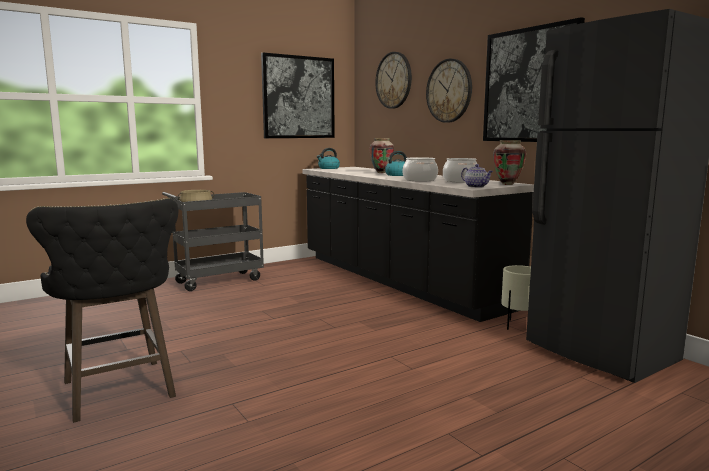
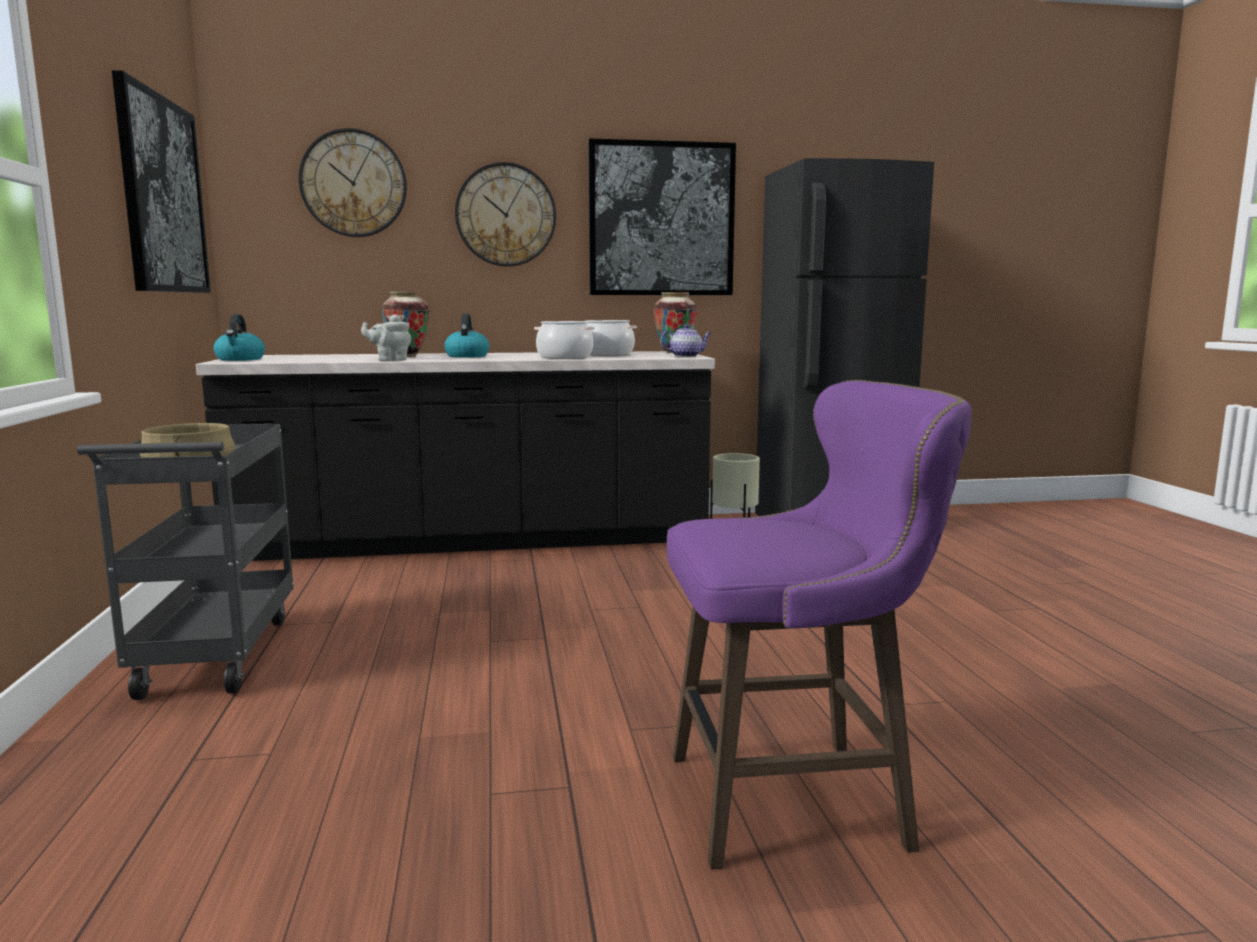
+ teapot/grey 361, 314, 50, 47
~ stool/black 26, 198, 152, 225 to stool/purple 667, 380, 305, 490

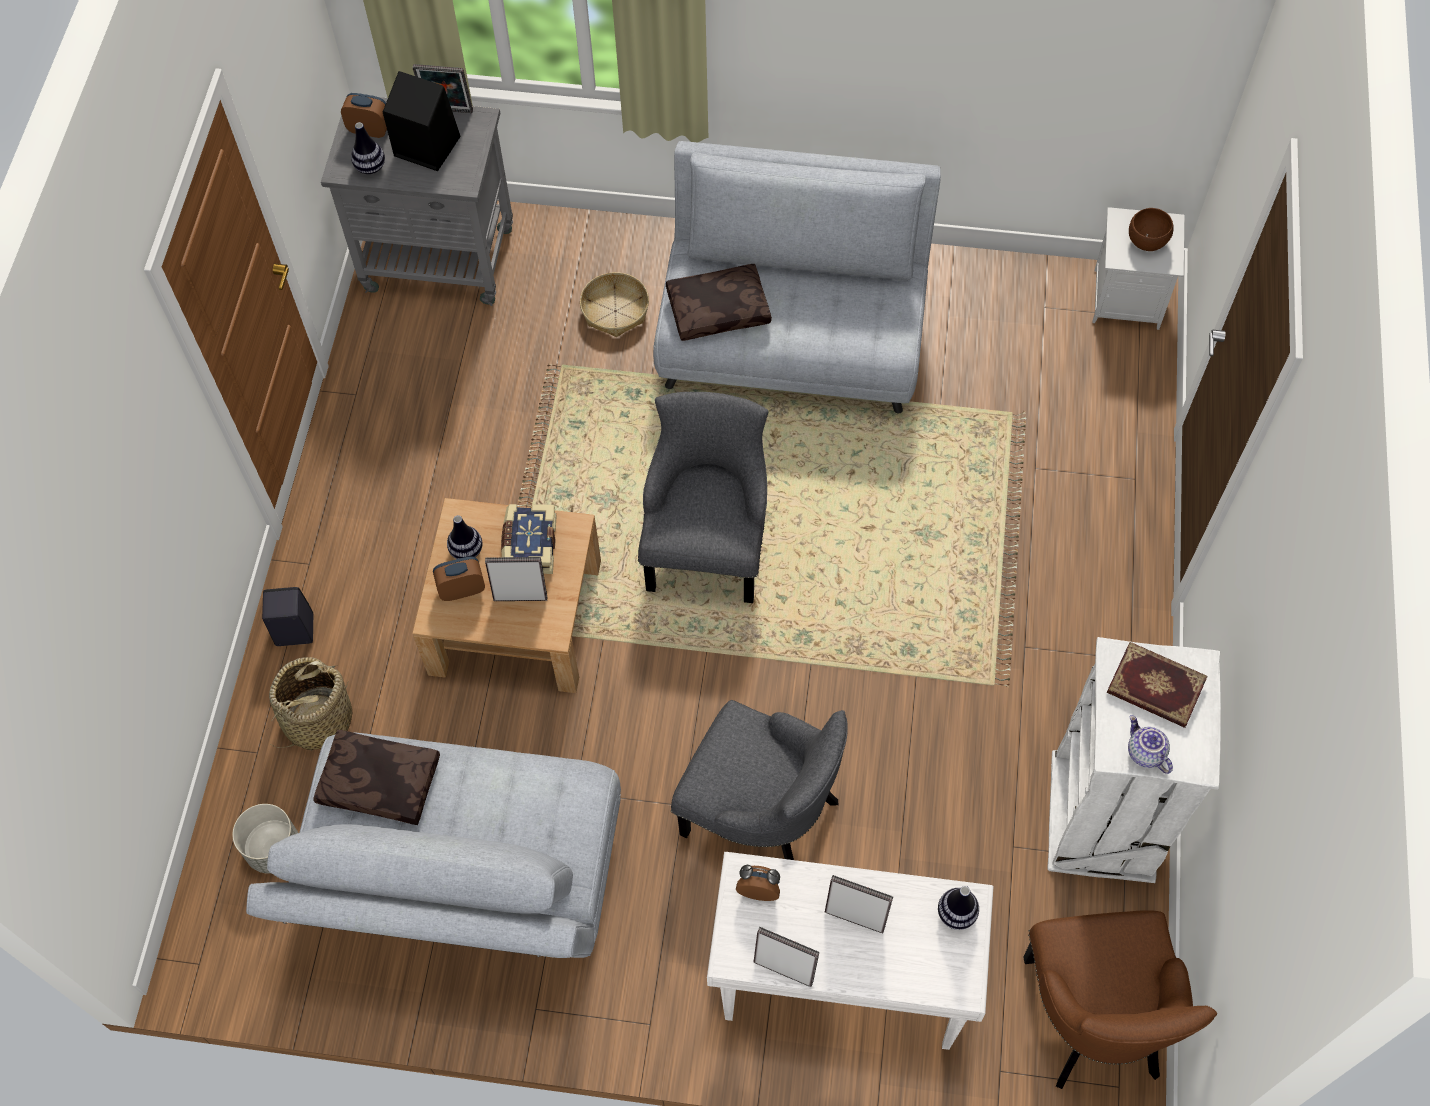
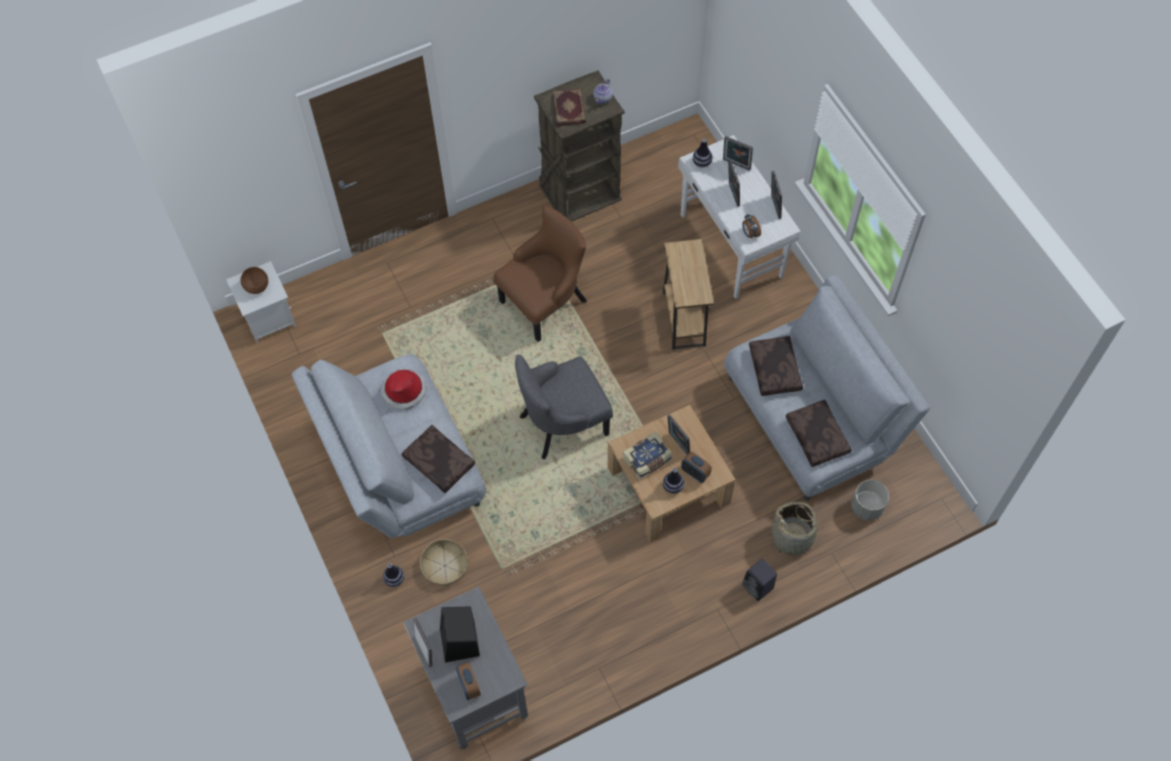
+ hat 381, 369, 46, 41
~ vase 351, 122, 34, 52 to 383, 563, 21, 24
~ armchair/brown 1023, 910, 194, 179 to 493, 206, 94, 136
~ bookcase/white 1048, 637, 173, 246 to bookcase/brown 534, 71, 91, 151
~ armchair/grey 671, 700, 177, 160 to side table/brown 663, 239, 51, 111
+ picture frame 723, 136, 30, 35
+ pillow/brown 749, 336, 54, 60

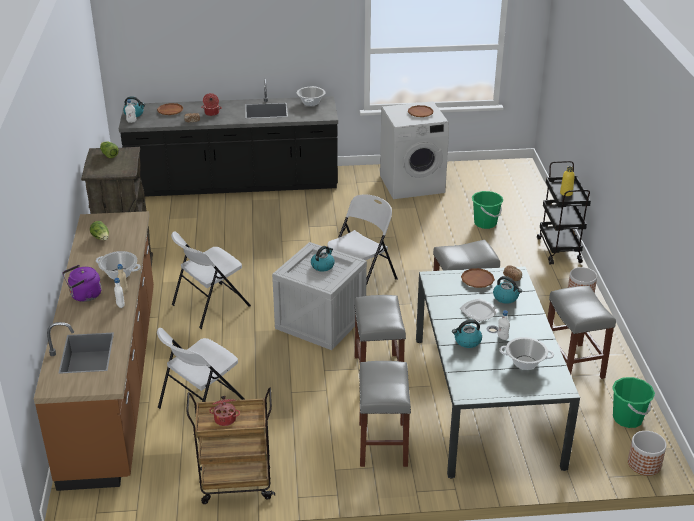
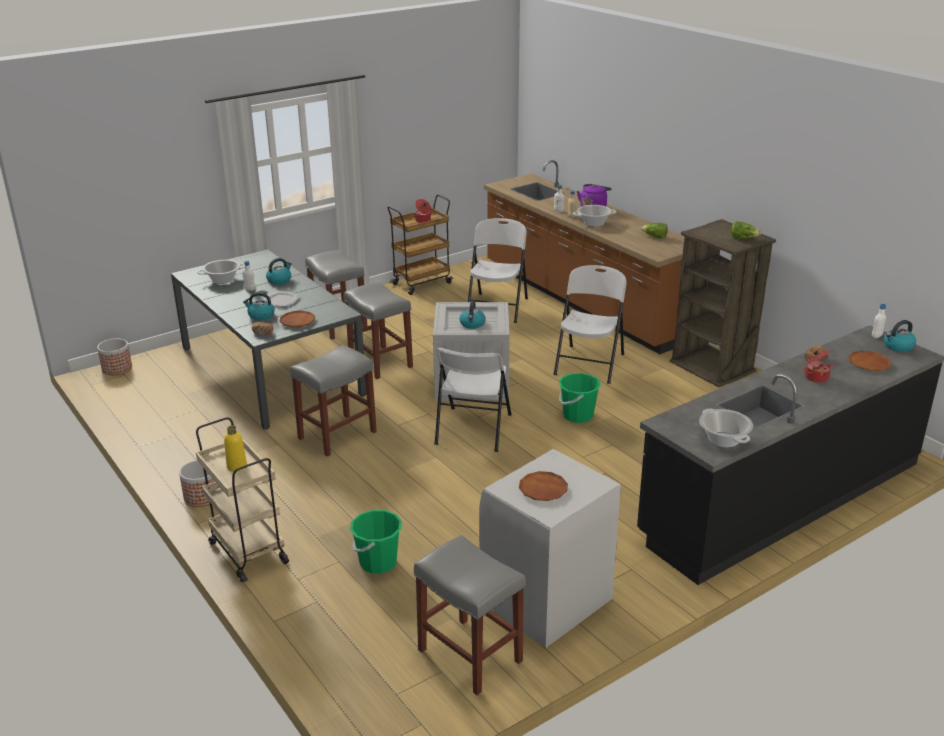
~ cart/black 537, 161, 54, 103 to cart/beige 196, 417, 93, 165
~ stool/grey 547, 286, 69, 93 to 414, 535, 112, 160
~ bucket/green 612, 377, 43, 51 to 559, 373, 42, 50

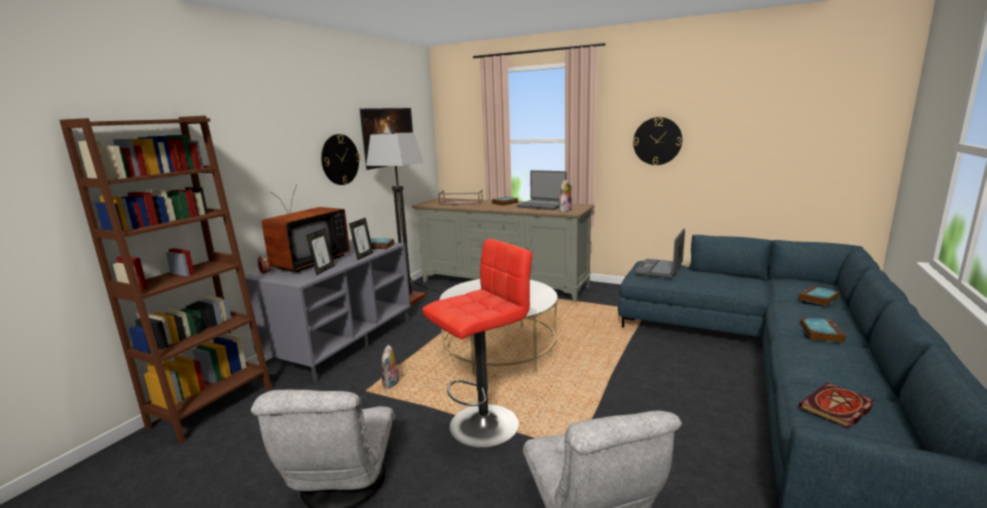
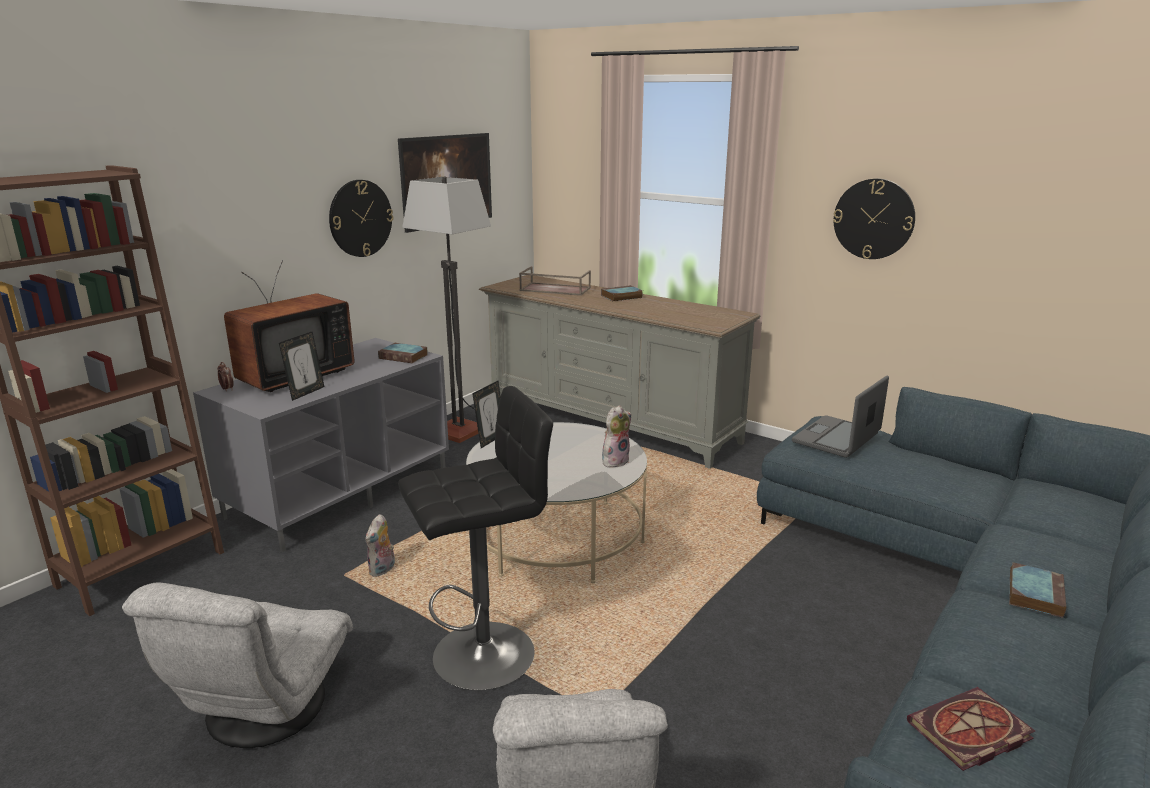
~ stool/red 422, 239, 110, 209 to stool/black 398, 386, 155, 304
~ picture frame 349, 218, 24, 42 to 472, 381, 29, 67
~ plush toy 558, 180, 14, 32 to 602, 405, 29, 62
- laptop 517, 170, 50, 40
- book 799, 286, 40, 20

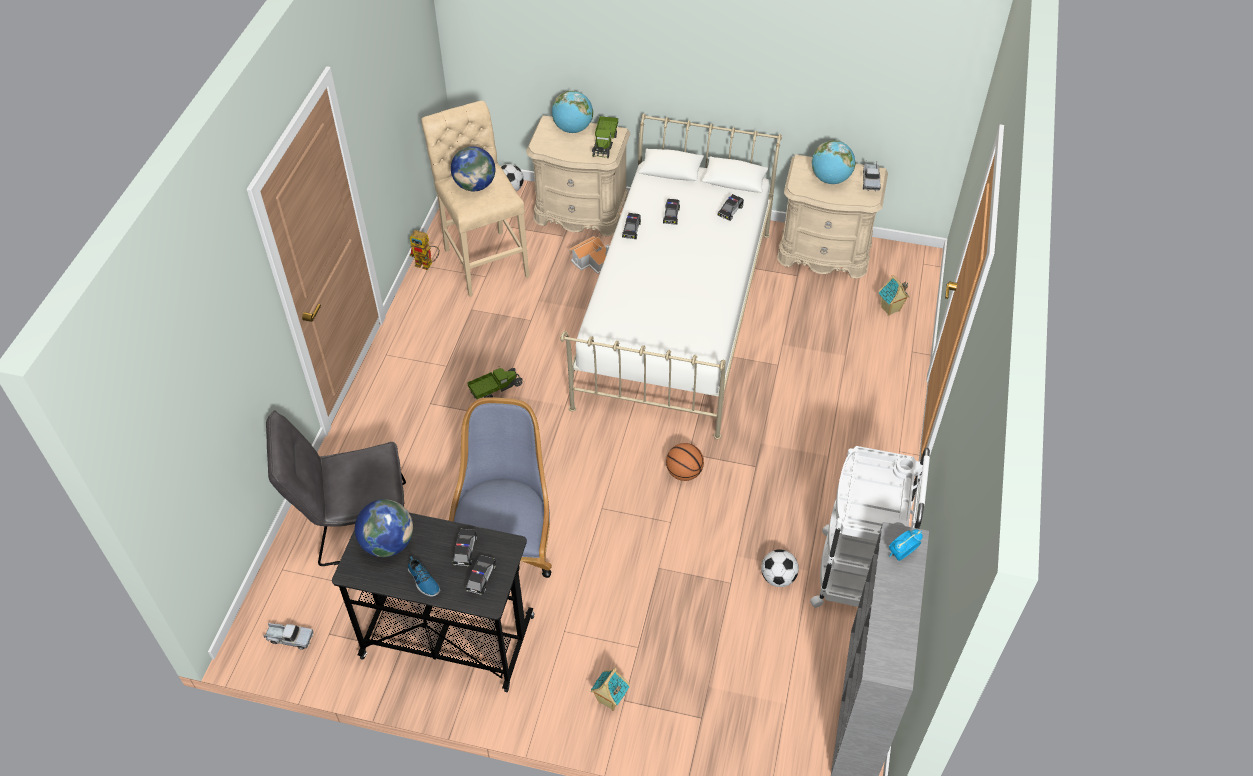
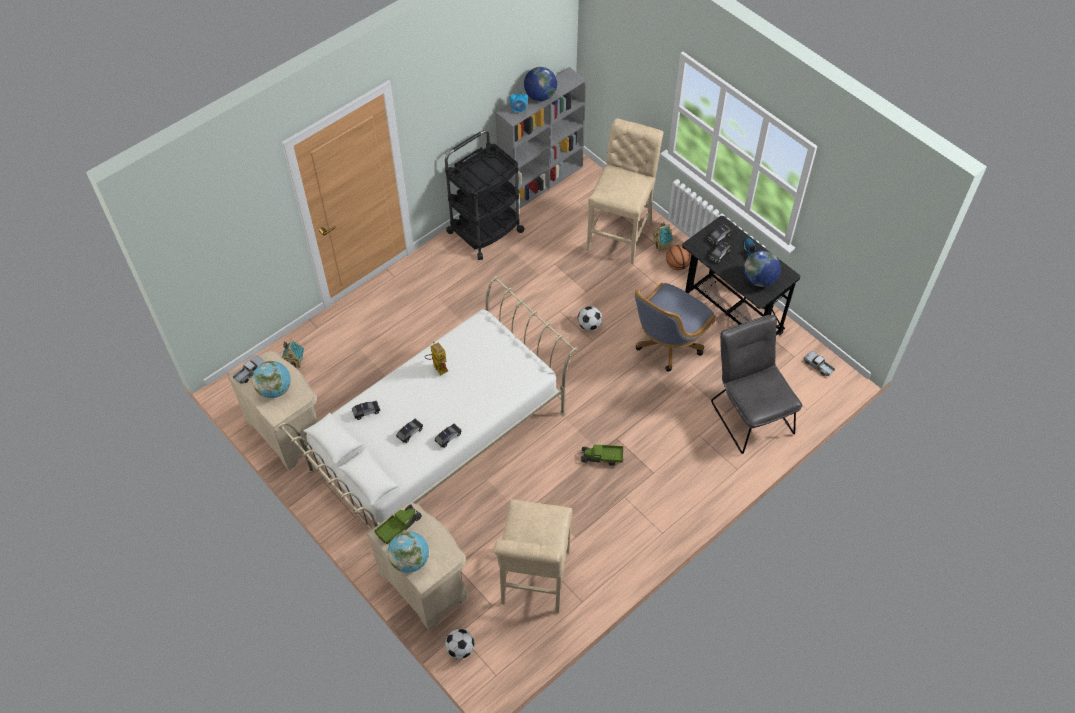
~ toy robot 410, 230, 30, 40 to 425, 341, 23, 34
~ cart/white 810, 446, 120, 162 to cart/black 445, 130, 80, 130
~ globe 451, 146, 44, 45 to 524, 67, 33, 34
~ football 761, 549, 38, 38 to 578, 306, 24, 25
+ stool/beige 587, 118, 76, 146
~ basketball 666, 443, 38, 38 to 666, 245, 25, 25
~ chair/grey 266, 410, 140, 156 = 711, 315, 91, 139 135 degrees counterclockwise
- toy house 569, 236, 40, 38

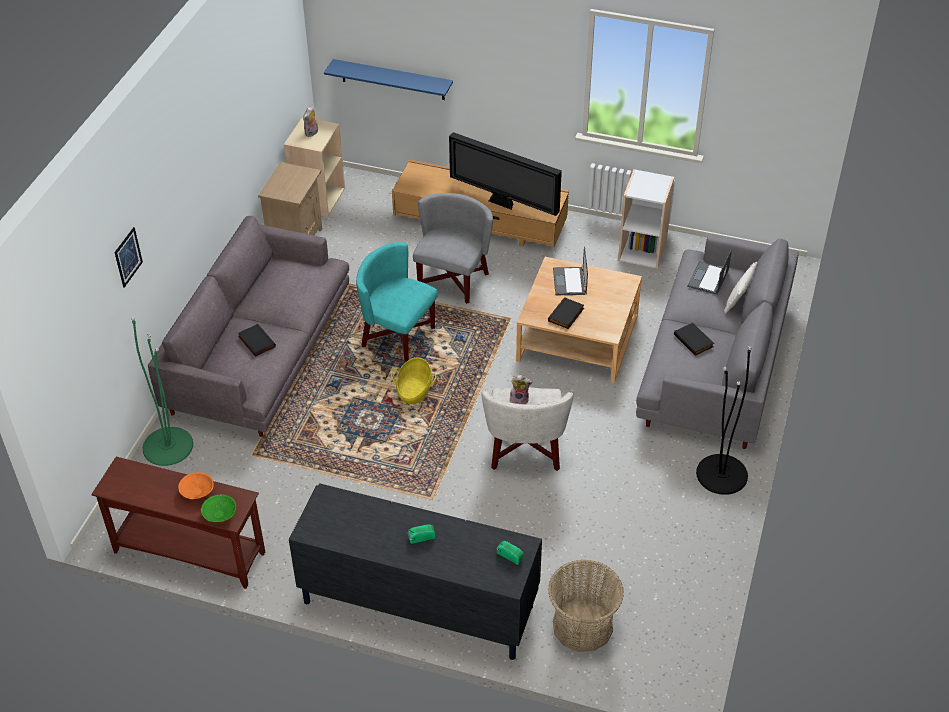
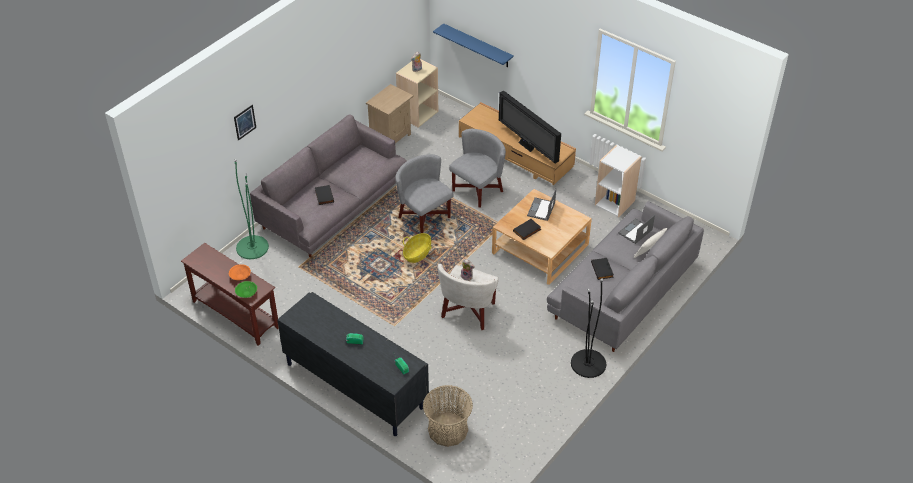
~ armchair/turquoise 356, 242, 82, 120 to armchair/grey 395, 154, 58, 79

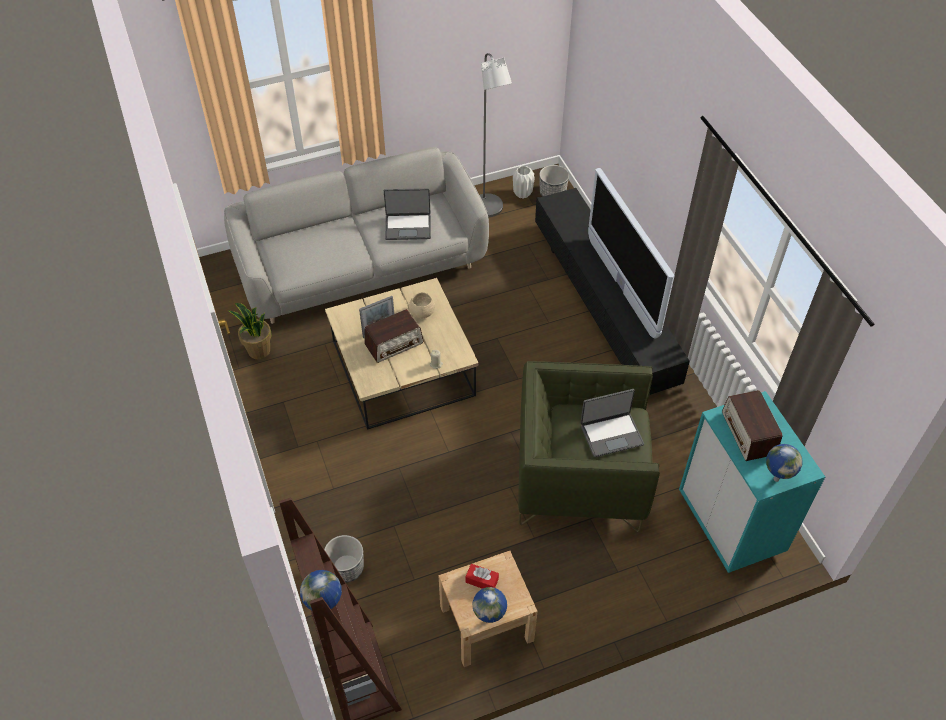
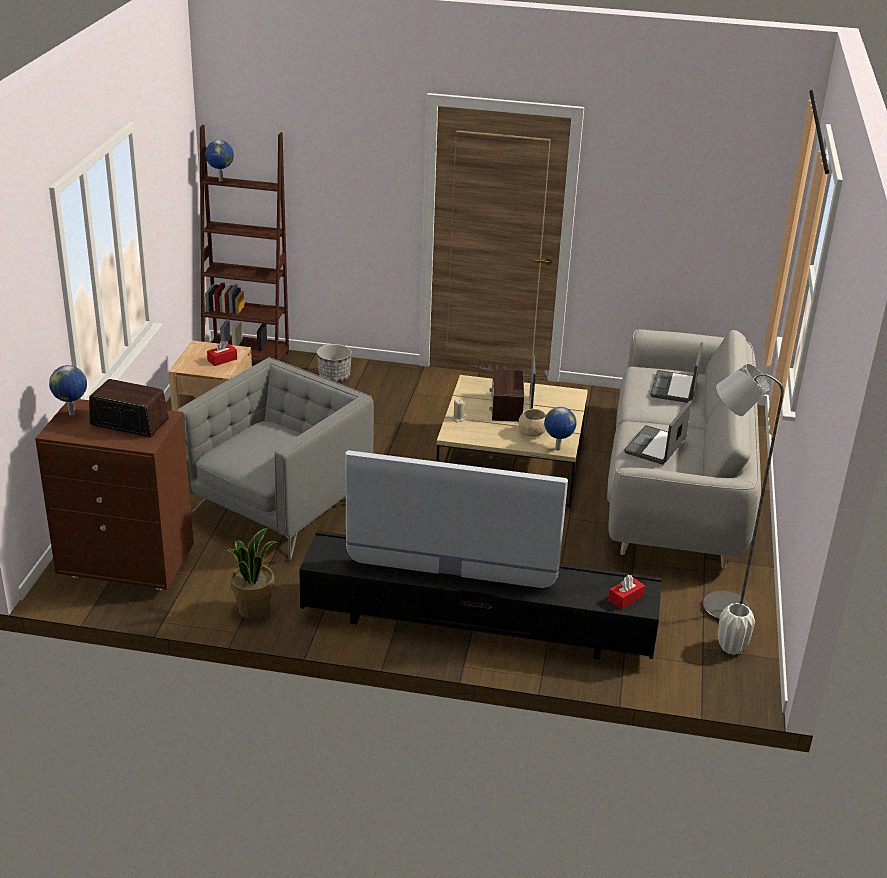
~ cabinet/turquoise 679, 391, 146, 182 to cabinet/brown 35, 399, 159, 191
~ armchair/green 518, 361, 142, 171 to armchair/grey 177, 357, 197, 203
~ potted plant 228, 303, 43, 56 to 224, 528, 55, 91
~ globe 473, 587, 34, 36 to 544, 407, 33, 44
+ tissue box/red 608, 575, 37, 34
~ laptop 580, 389, 64, 68 to 650, 342, 53, 61
- planter 539, 165, 30, 31

